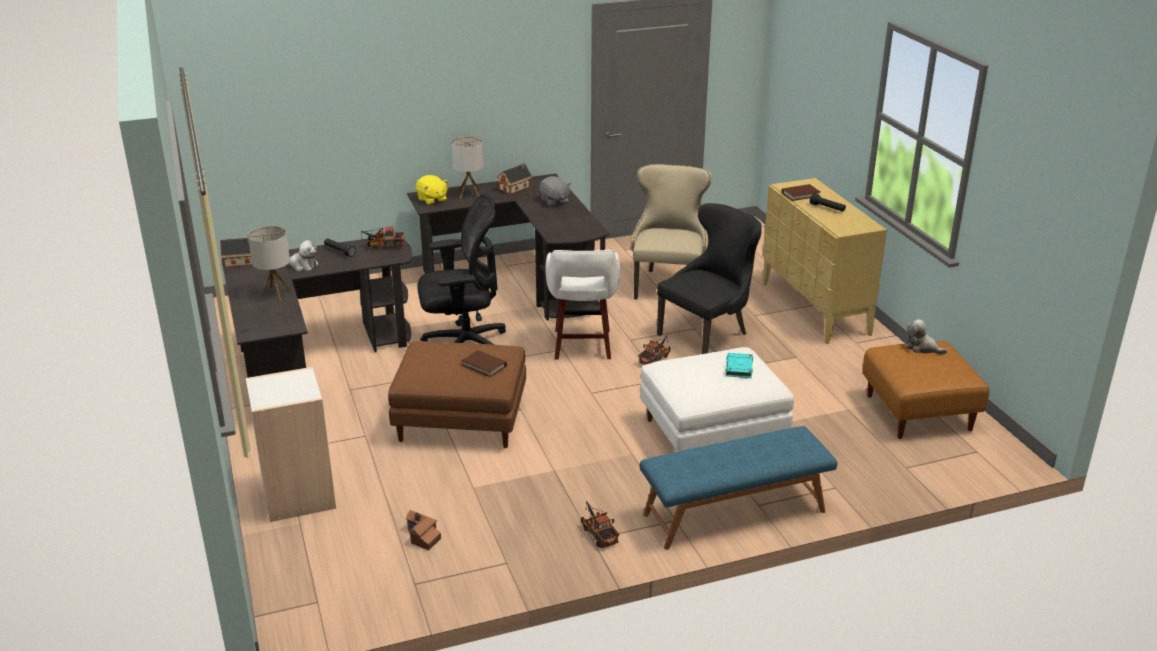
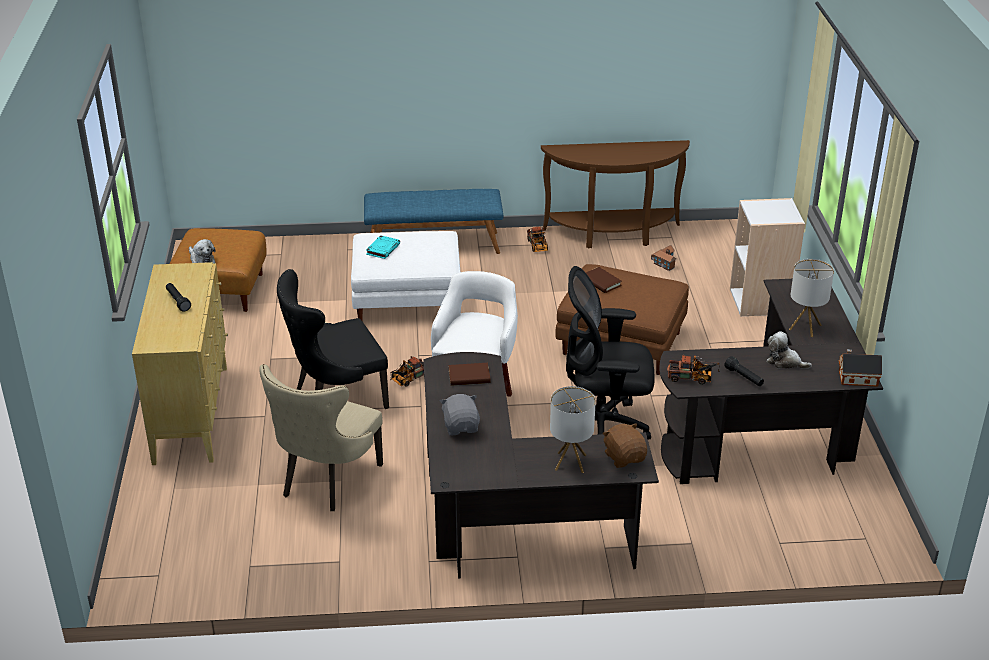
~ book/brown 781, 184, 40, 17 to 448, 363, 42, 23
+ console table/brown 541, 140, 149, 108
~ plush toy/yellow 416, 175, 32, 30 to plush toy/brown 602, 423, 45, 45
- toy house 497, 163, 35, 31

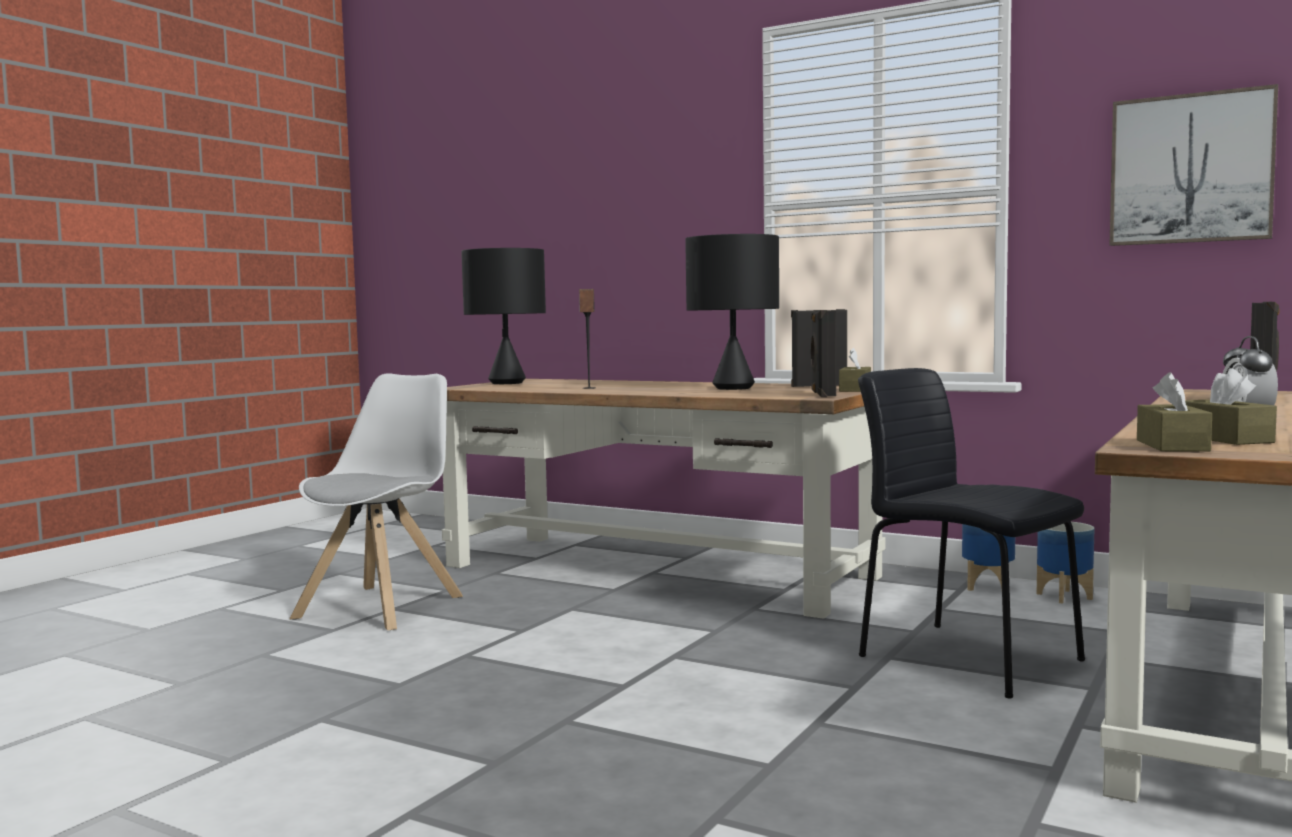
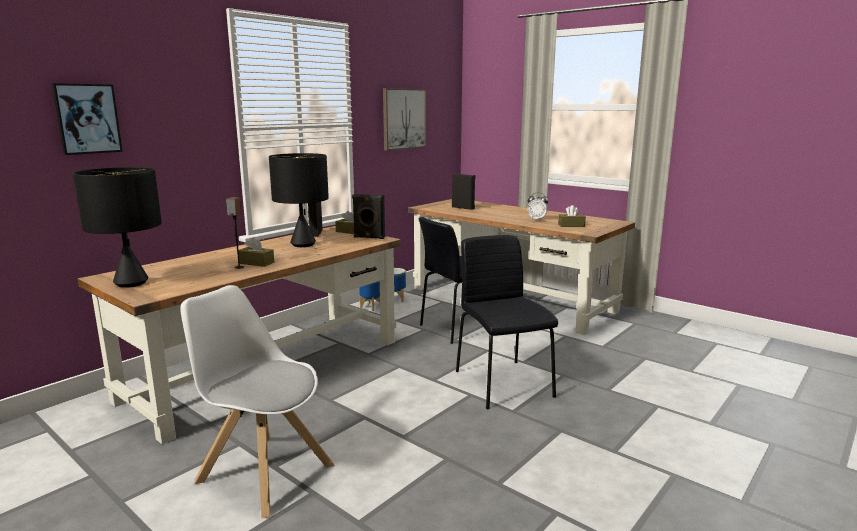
+ picture 52, 83, 71, 72
~ tissue box/brown 1137, 372, 75, 80 to 239, 237, 35, 30
+ chair/black 456, 235, 102, 175

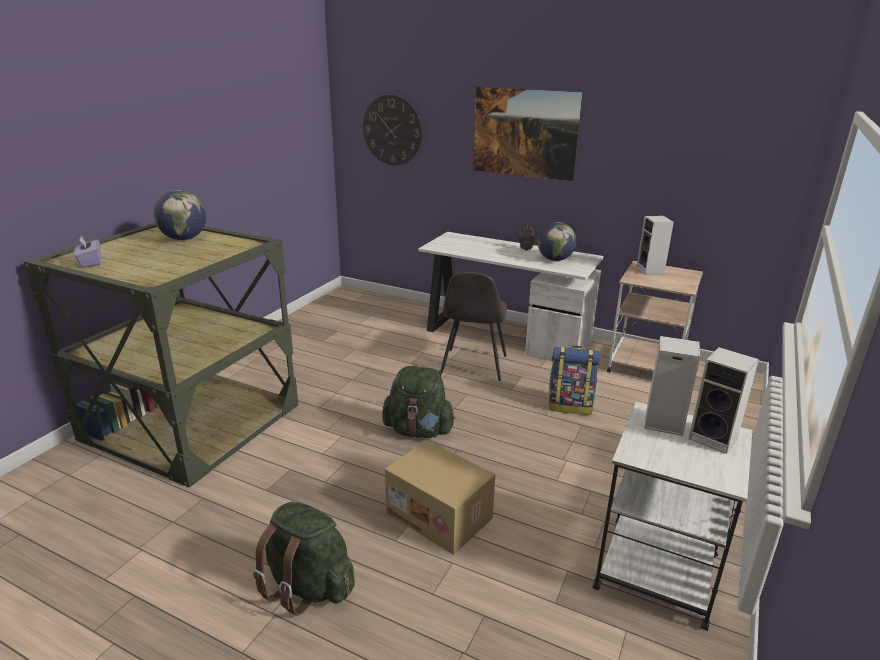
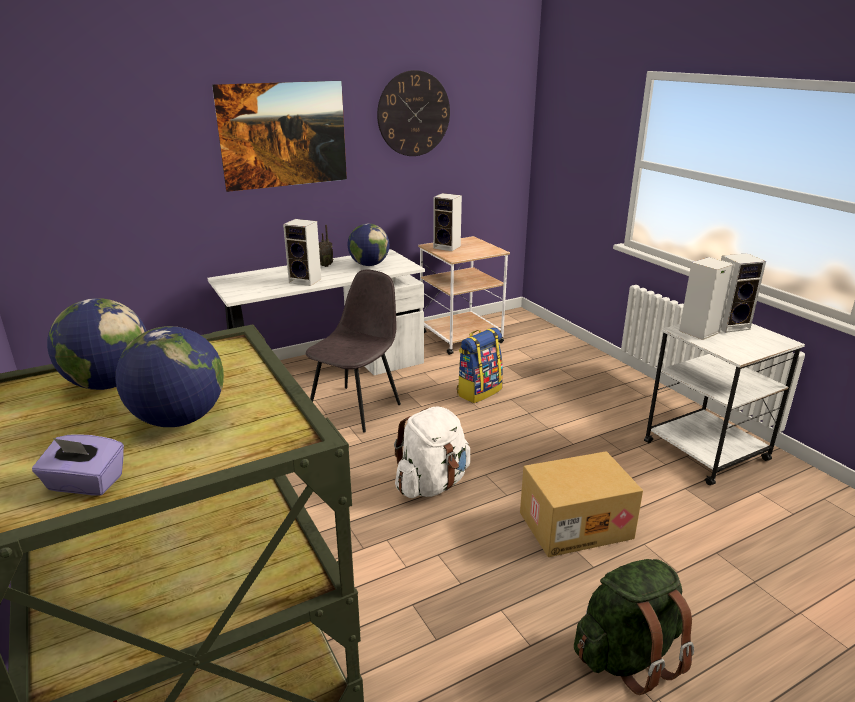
+ globe 116, 326, 108, 101
+ speaker 283, 219, 38, 67
~ chair/grey 440, 271, 67, 110 = 306, 269, 95, 164 105 degrees counterclockwise
~ wall clock 363, 95, 60, 70 to 377, 70, 73, 86
~ backpack/green 382, 366, 73, 72 to backpack/white 394, 406, 76, 92

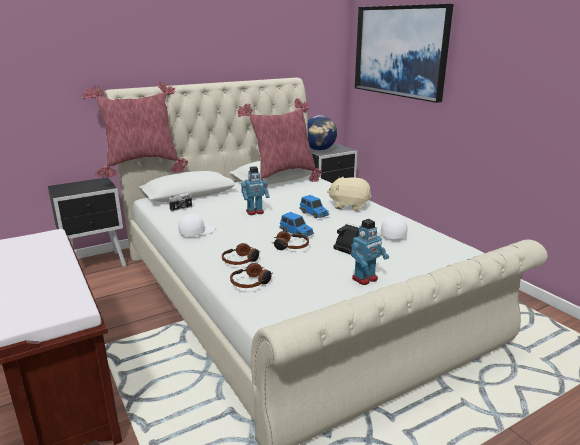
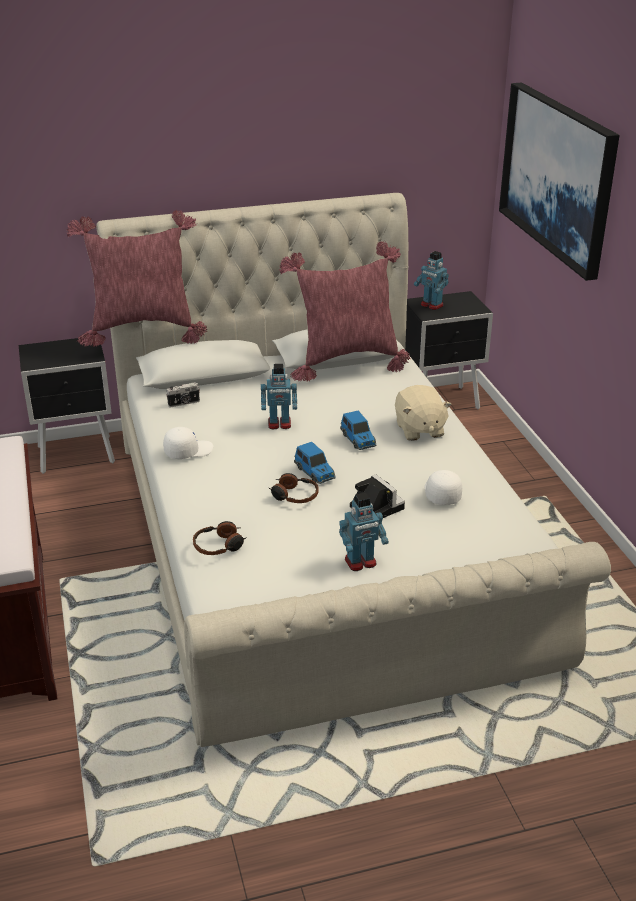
~ plush toy/beige 327, 177, 44, 34 = 395, 385, 57, 56 135 degrees counterclockwise
~ globe 308, 115, 29, 36 to toy robot 414, 251, 35, 59
- headphones 222, 243, 39, 22

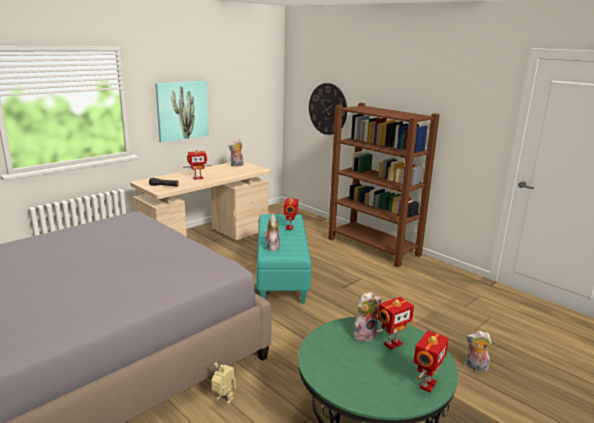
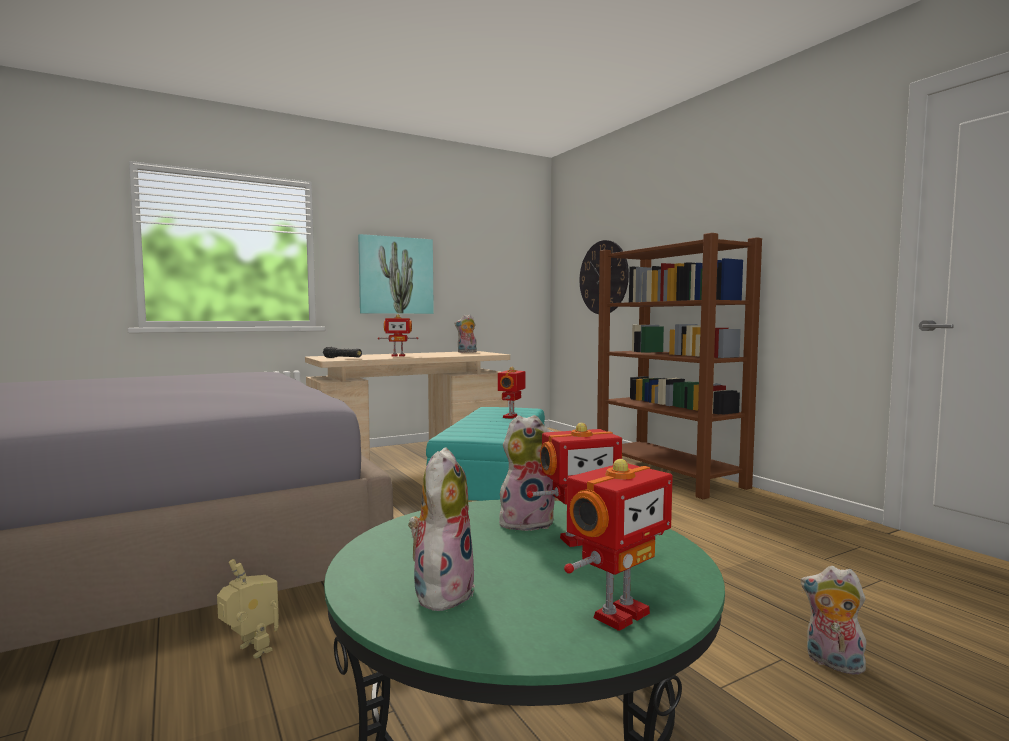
~ plush toy 264, 215, 16, 36 to 408, 447, 67, 164

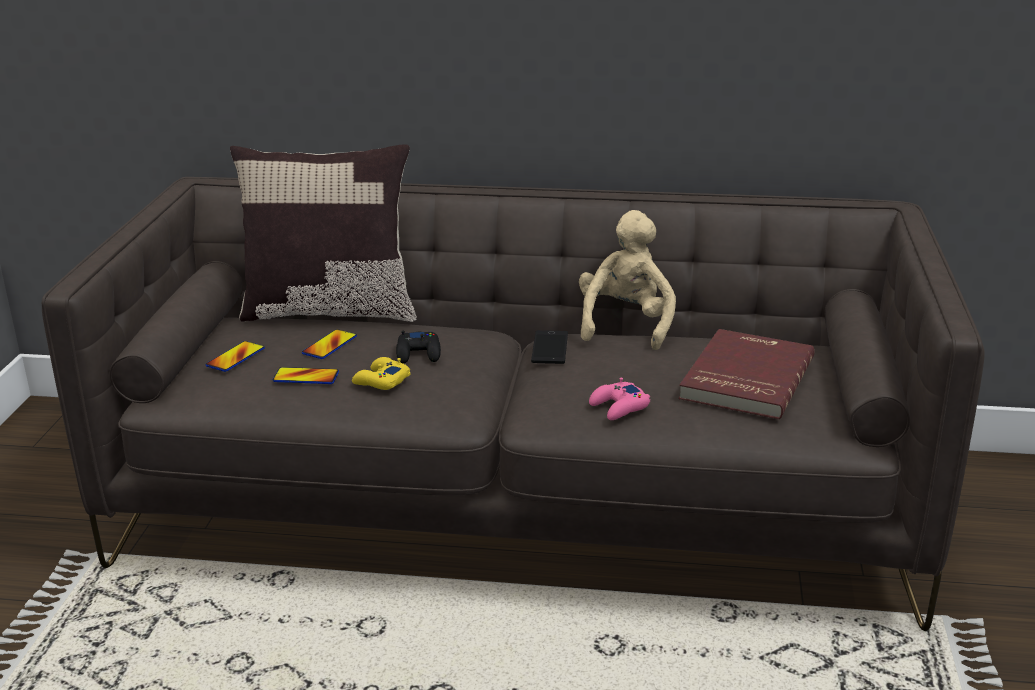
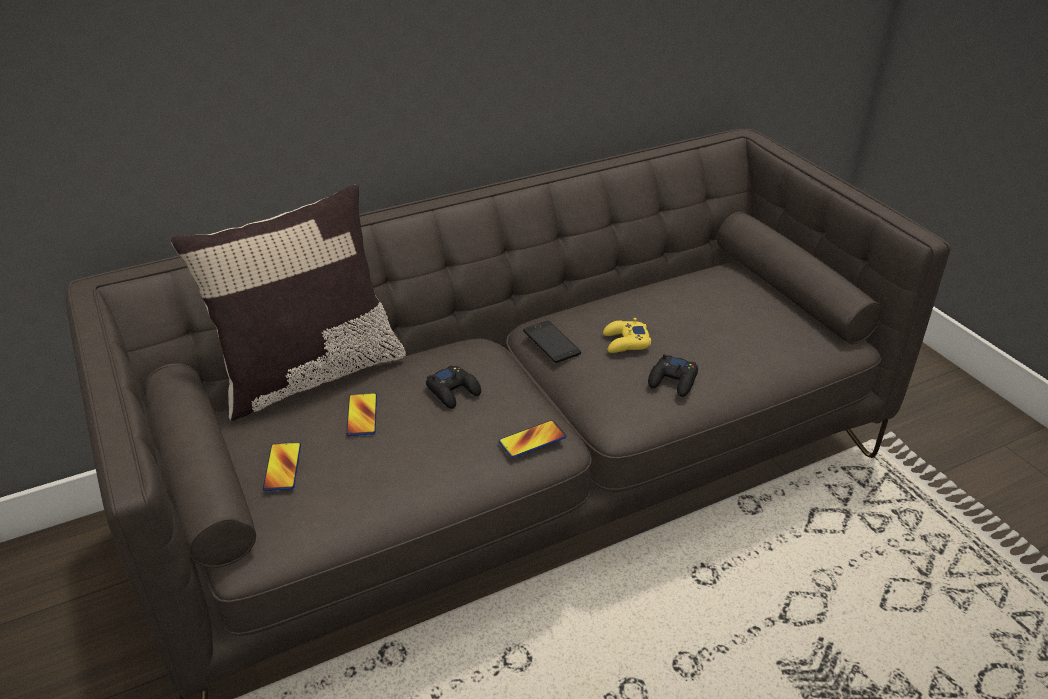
~ phone 273, 367, 66, 17 to 499, 420, 67, 38
~ game controller/yellow 352, 357, 59, 33 to 603, 318, 48, 35
~ game controller/pink 589, 377, 61, 43 to game controller/black 648, 354, 50, 43
- plush toy/beige 579, 210, 97, 140
- book/red 679, 329, 136, 91

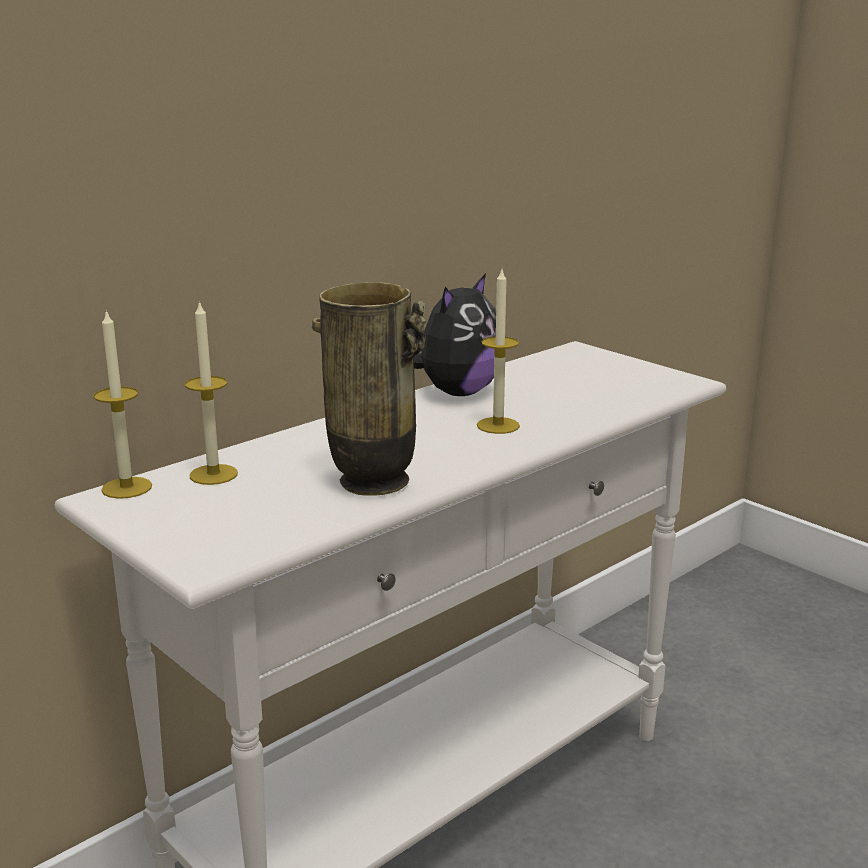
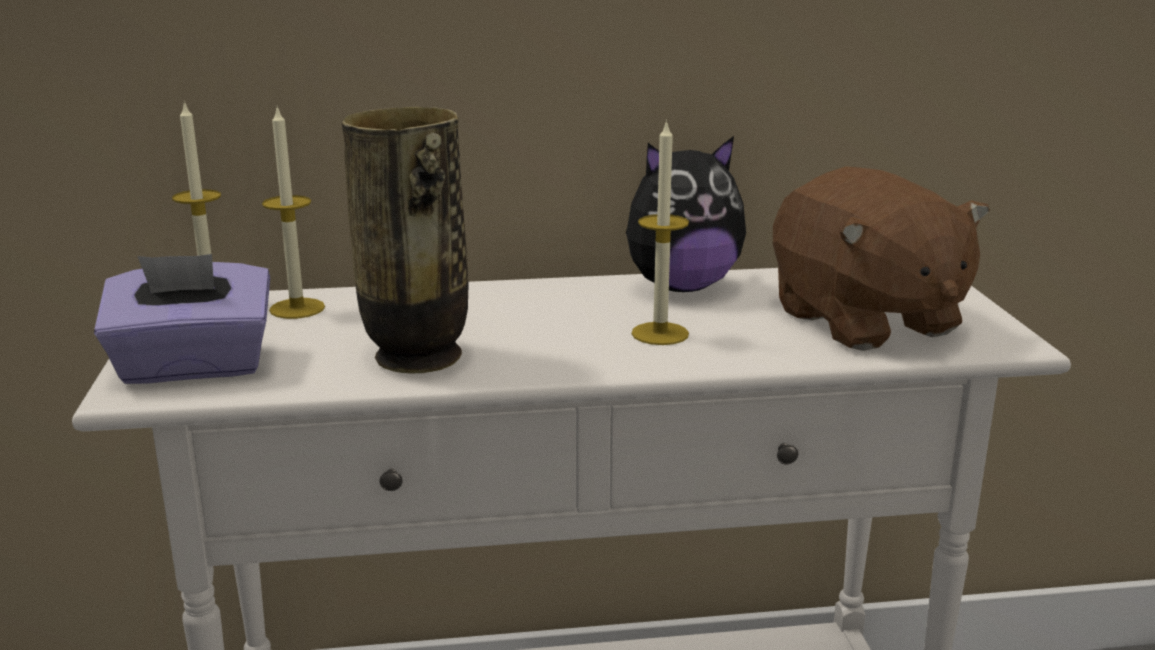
+ tissue box/purple 94, 254, 176, 130
+ plush toy/brown 773, 166, 217, 185

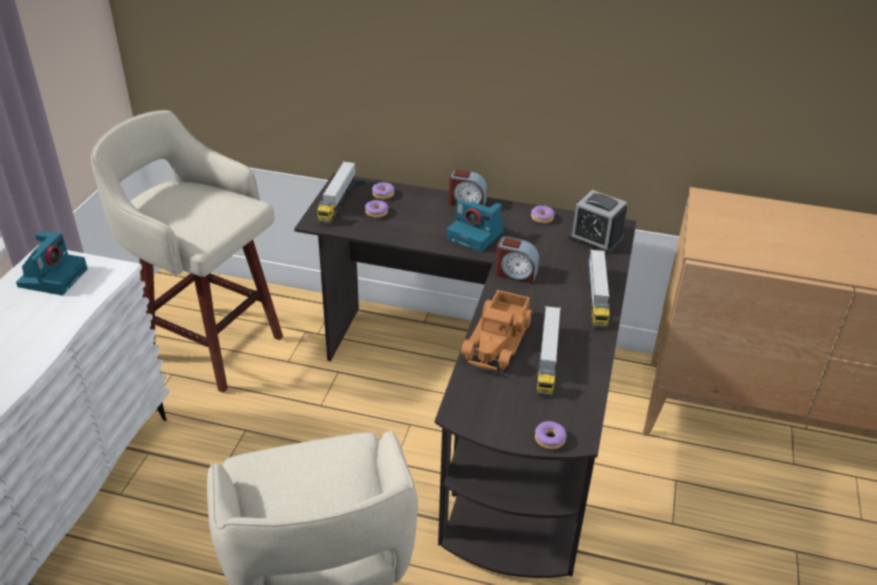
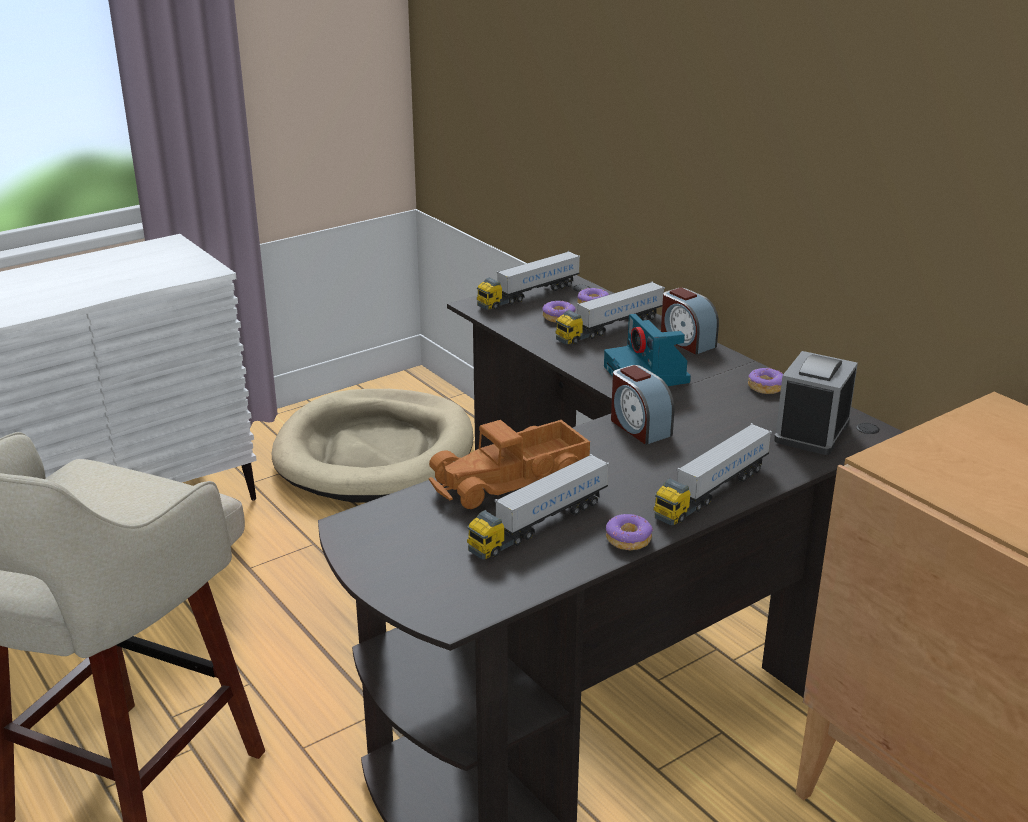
~ stool/beige 91, 110, 192, 283 to dog bed/beige 272, 389, 201, 114
+ toy truck 555, 282, 110, 62
~ donut 535, 421, 32, 28 to 606, 514, 47, 36
~ alarm clock 569, 190, 58, 64 = 774, 351, 84, 104 45 degrees clockwise
- photo camera 16, 231, 71, 64

